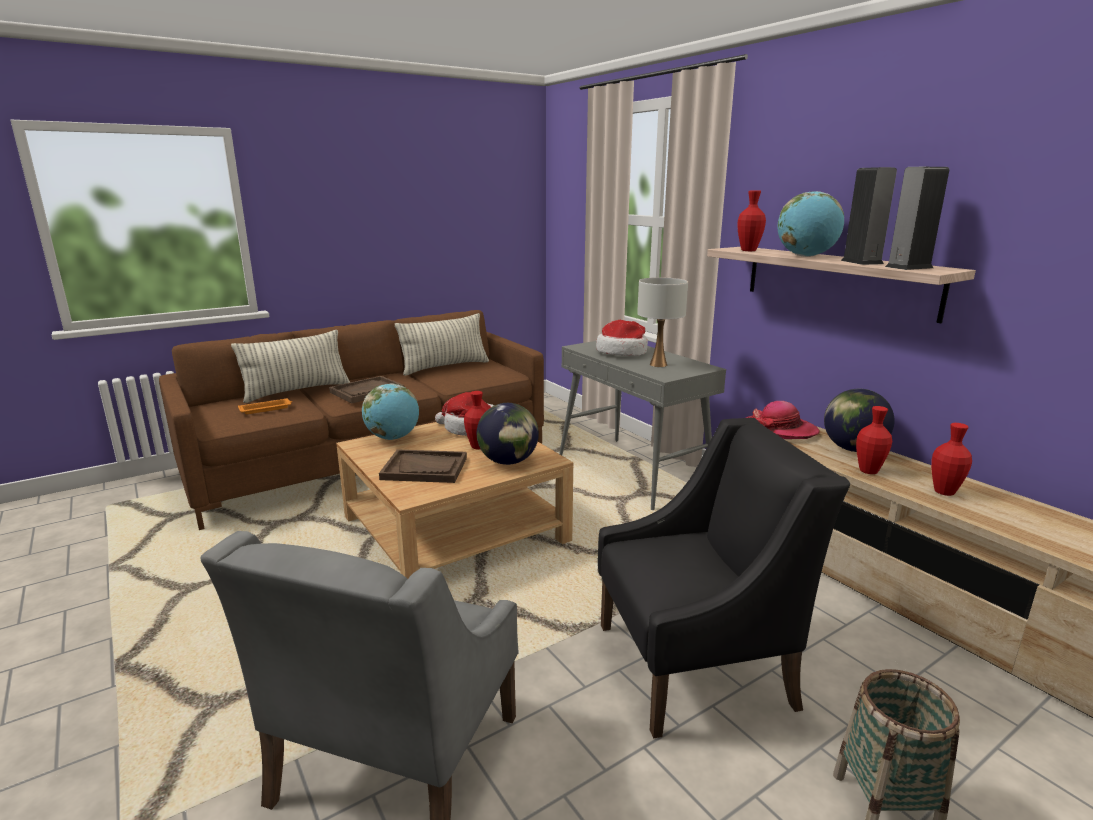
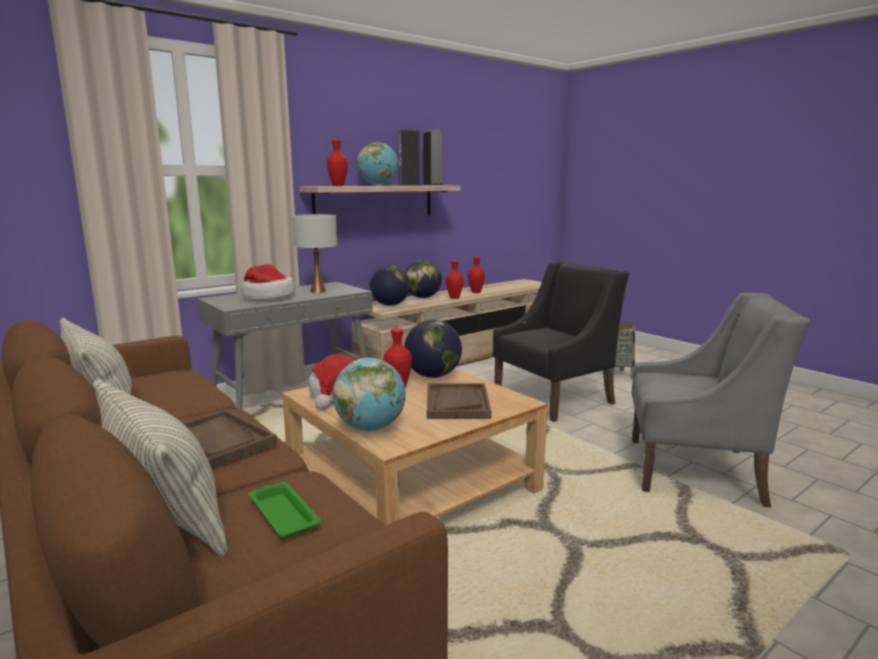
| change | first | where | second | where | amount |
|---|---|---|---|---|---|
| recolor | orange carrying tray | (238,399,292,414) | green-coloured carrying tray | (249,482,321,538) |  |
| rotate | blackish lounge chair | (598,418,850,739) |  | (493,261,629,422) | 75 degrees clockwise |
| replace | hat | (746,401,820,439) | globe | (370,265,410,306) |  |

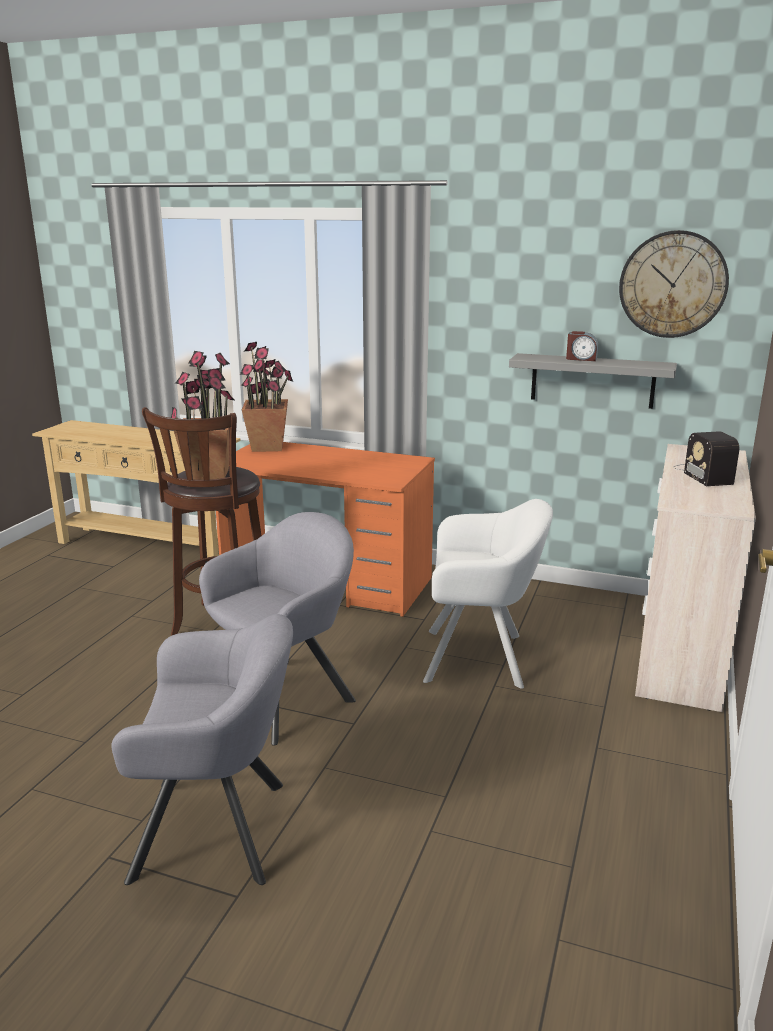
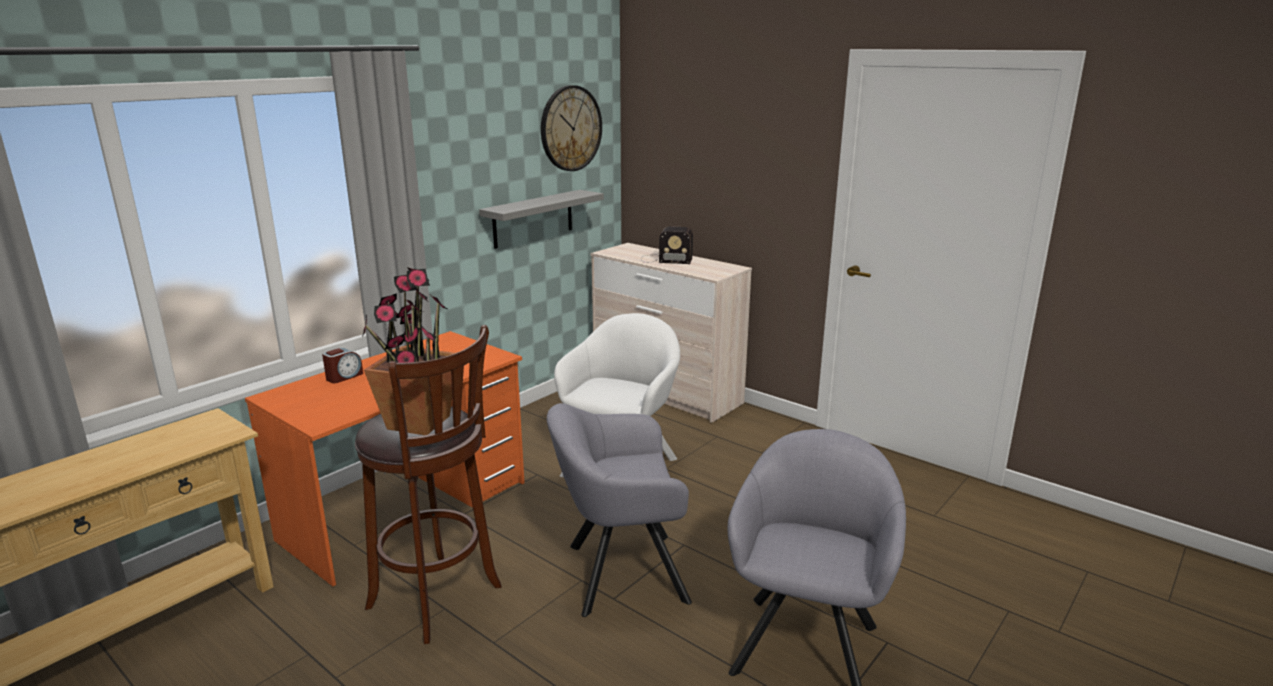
| change | first | where | second | where | amount |
|---|---|---|---|---|---|
| rotate | grey lounge chair | (199,512,356,746) |  | (547,403,692,617) | 75 degrees counterclockwise |
| delete | houseplant | (240,342,293,452) |  |  |  |
| move | alarm clock | (566,331,598,361) |  | (322,348,363,383) |  |

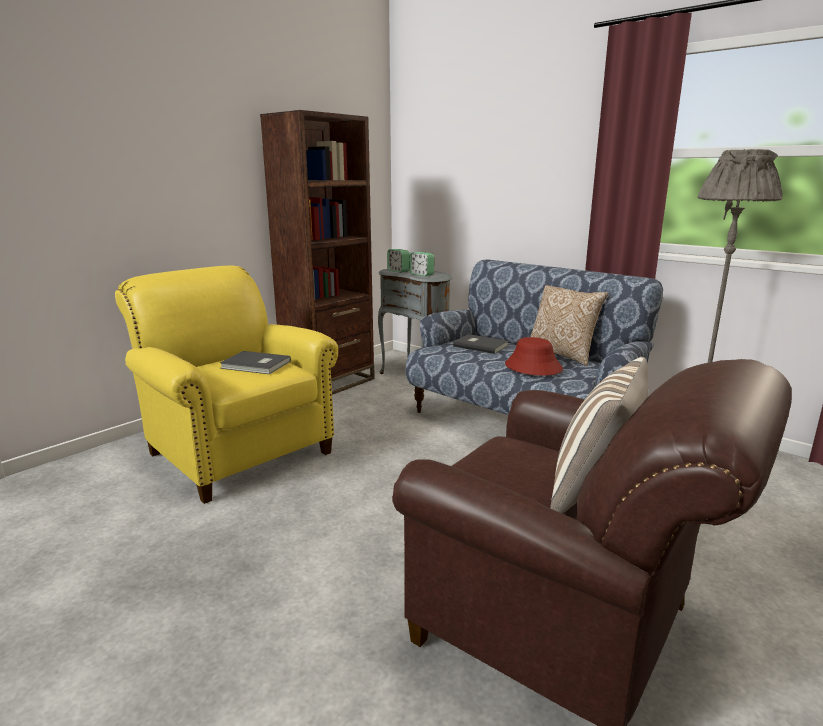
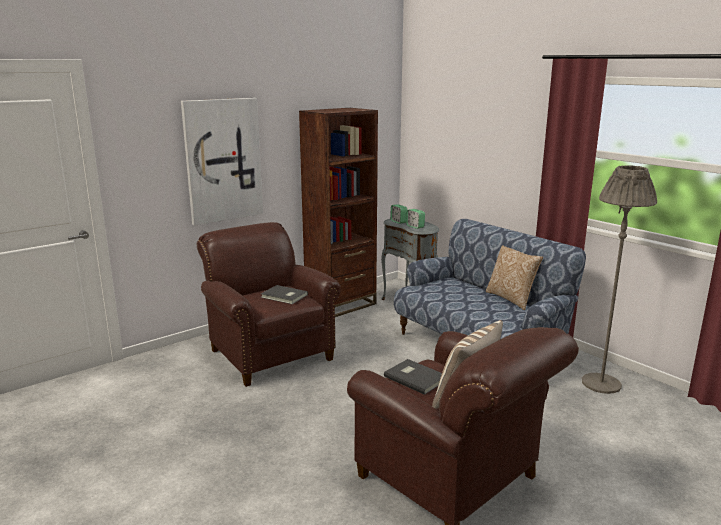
| change | first | where | second | where | amount |
|---|---|---|---|---|---|
| recolor | yellow-coloured lounge chair | (115,265,338,504) | brownish lounge chair | (197,222,341,387) |  |
| move | grey book | (453,334,509,354) |  | (384,359,442,395) |  |
| delete | reddish hat | (505,337,563,376) |  |  |  |
| insert |  |  | picture | (181,98,263,226) |  |

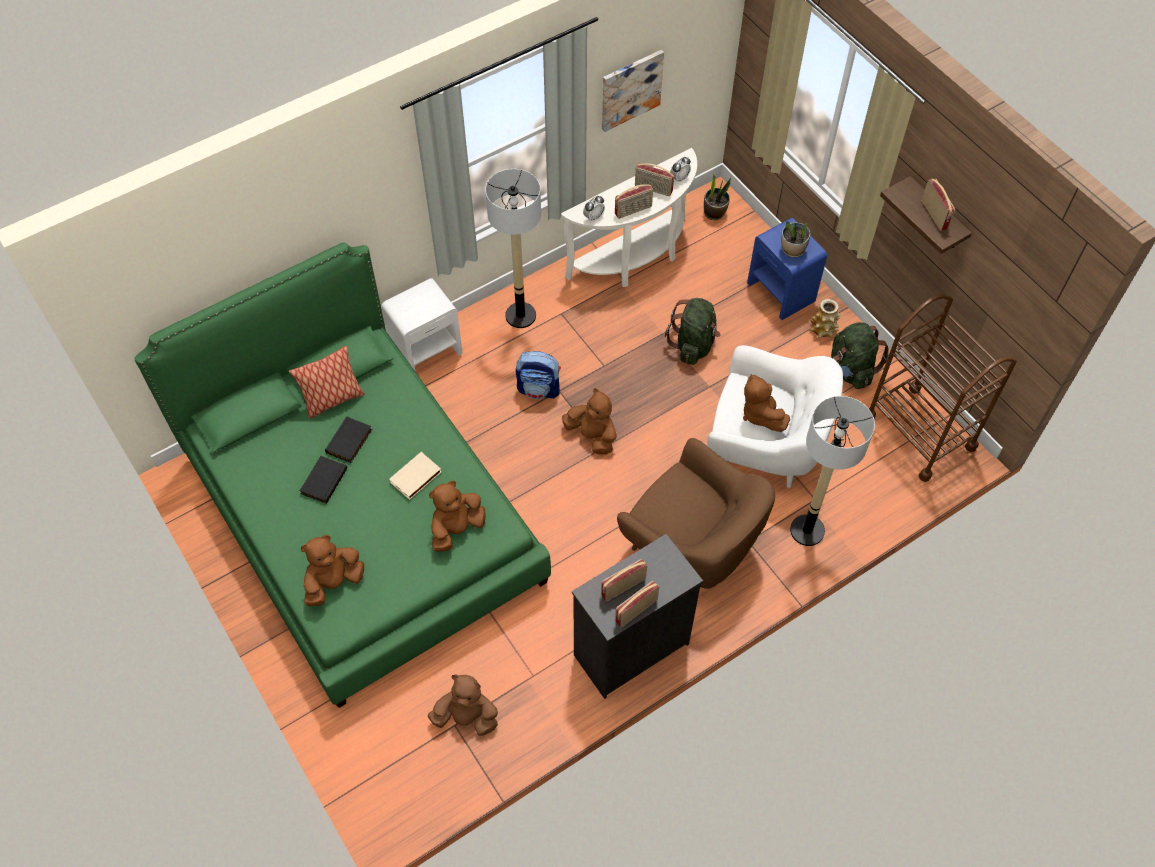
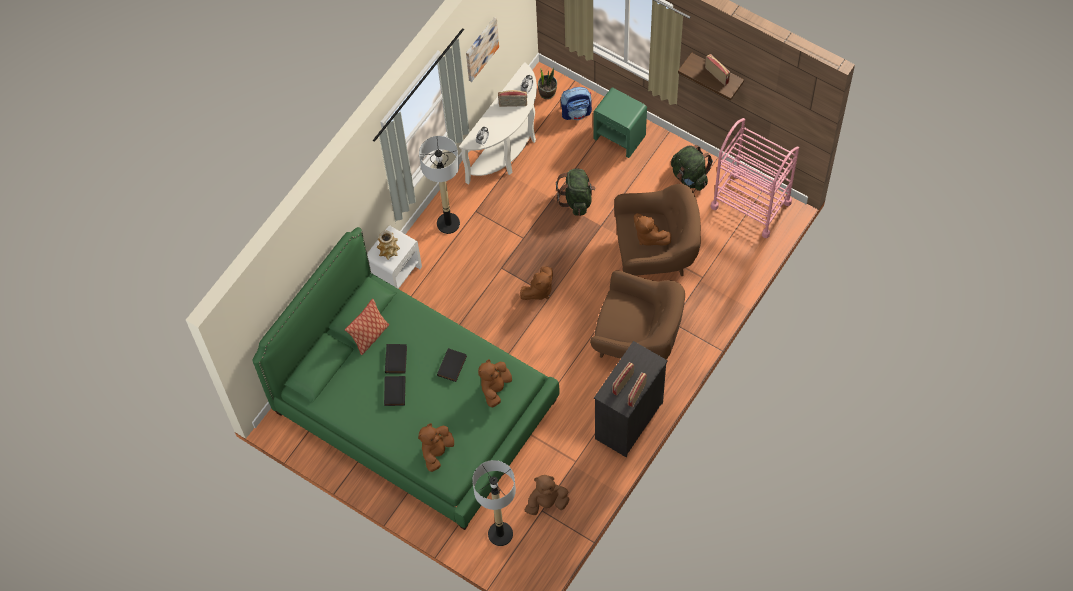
| change | first | where | second | where | amount |
|---|---|---|---|---|---|
| recolor | sand-coloured book | (389,452,441,500) | blackish book | (437,348,467,382) |  |
| move | rucksack | (516,351,561,399) |  | (561,87,592,120) |  |
| rotate | brownish soft toy | (562,388,617,454) |  | (520,266,553,300) | 120 degrees clockwise |
| delete | radio receiver | (615,184,653,219) |  |  |  |
| recolor | white lounge chair | (707,345,843,488) | brownish lounge chair | (614,184,701,276) |  |
| recolor | blue-coloured nightstand | (747,218,827,320) | green-coloured nightstand | (593,87,647,158) |  |
| delete | houseplant | (781,221,810,257) |  |  |  |
| move | standing lamp | (790,396,875,546) |  | (472,460,516,546) |  |
| move | decorative vase | (809,299,841,338) |  | (377,231,400,260) |  |
| recolor | brownish wheeled cart | (868,294,1017,482) | pink-coloured wheeled cart | (710,118,799,238) |  |

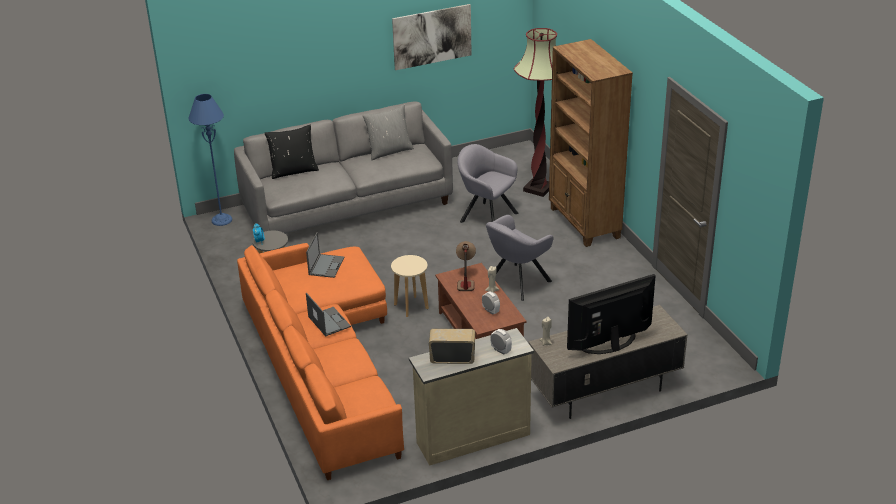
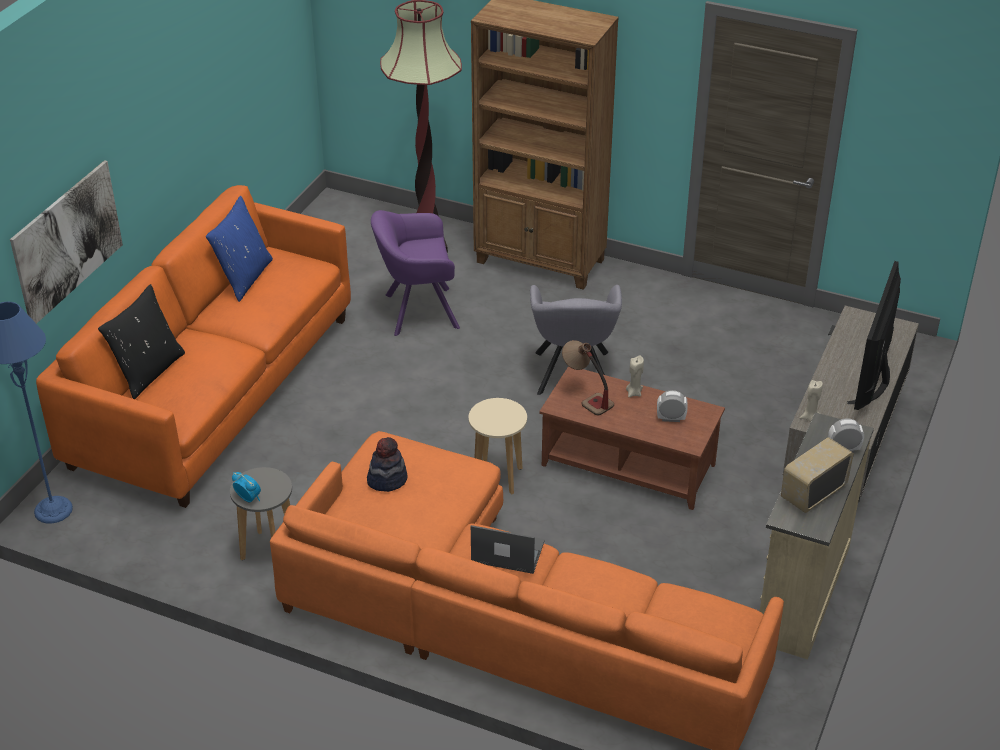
| change | first | where | second | where | amount |
|---|---|---|---|---|---|
| recolor | grey sofa | (234,101,453,233) | orange sofa | (36,185,351,508) |  |
| replace | laptop | (306,232,344,278) | hat | (367,437,407,492) |  |
| recolor | grey throw pillow | (362,105,414,160) | blue-coloured throw pillow | (206,196,273,302) |  |
| move | picture | (392,4,472,70) |  | (10,160,123,324) |  |
| recolor | grey lounge chair | (458,144,519,223) | purple-coloured lounge chair | (371,210,460,336) |  |

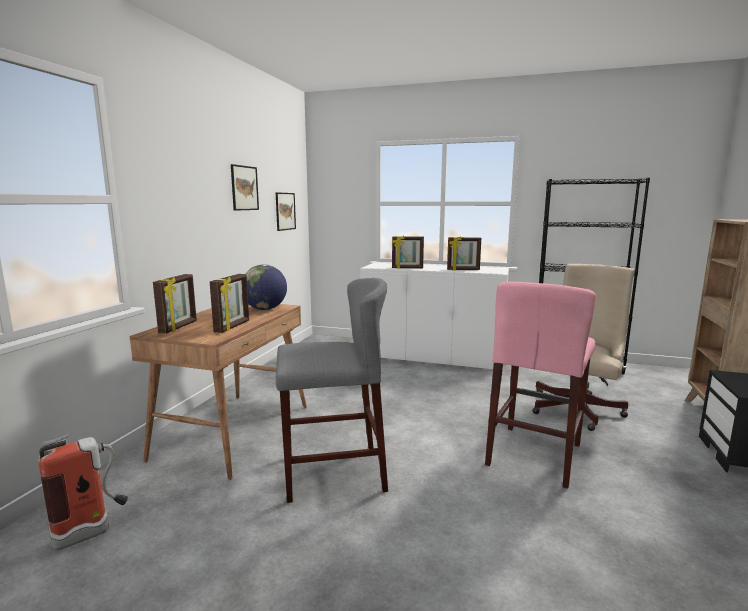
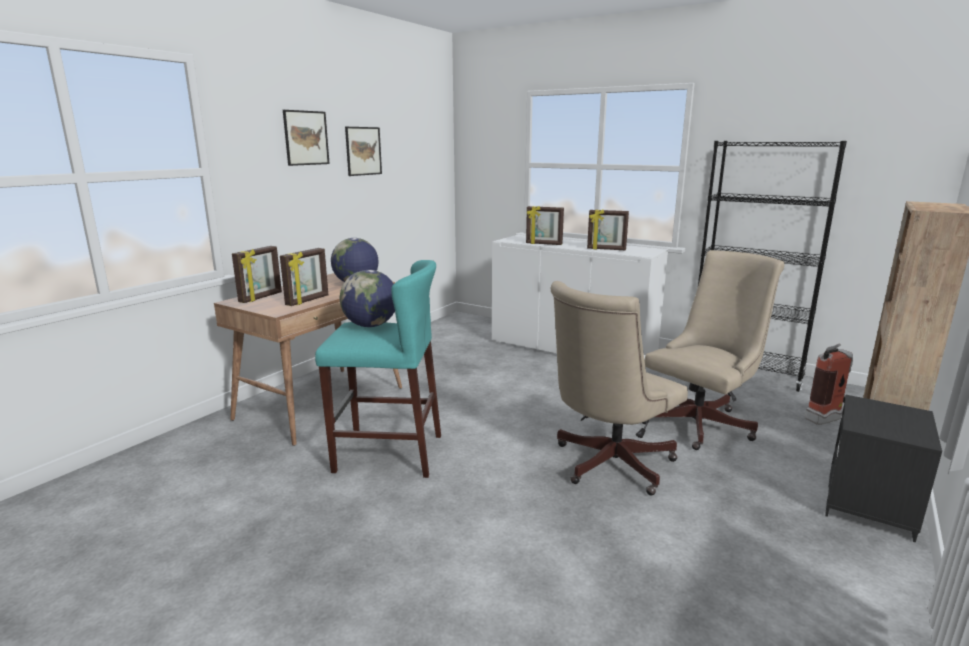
| change | first | where | second | where | amount |
|---|---|---|---|---|---|
| move | fire extinguisher | (38,433,128,550) |  | (805,344,854,425) |  |
| move | picture | (276,192,296,231) |  | (283,110,330,166) |  |
| recolor | grey stool | (276,278,388,503) | turquoise stool | (315,260,441,478) |  |
| replace | pink-coloured stool | (485,282,596,489) | sand-coloured computer chair | (550,281,688,496) |  |
| insert |  |  | globe | (340,270,395,327) |  |

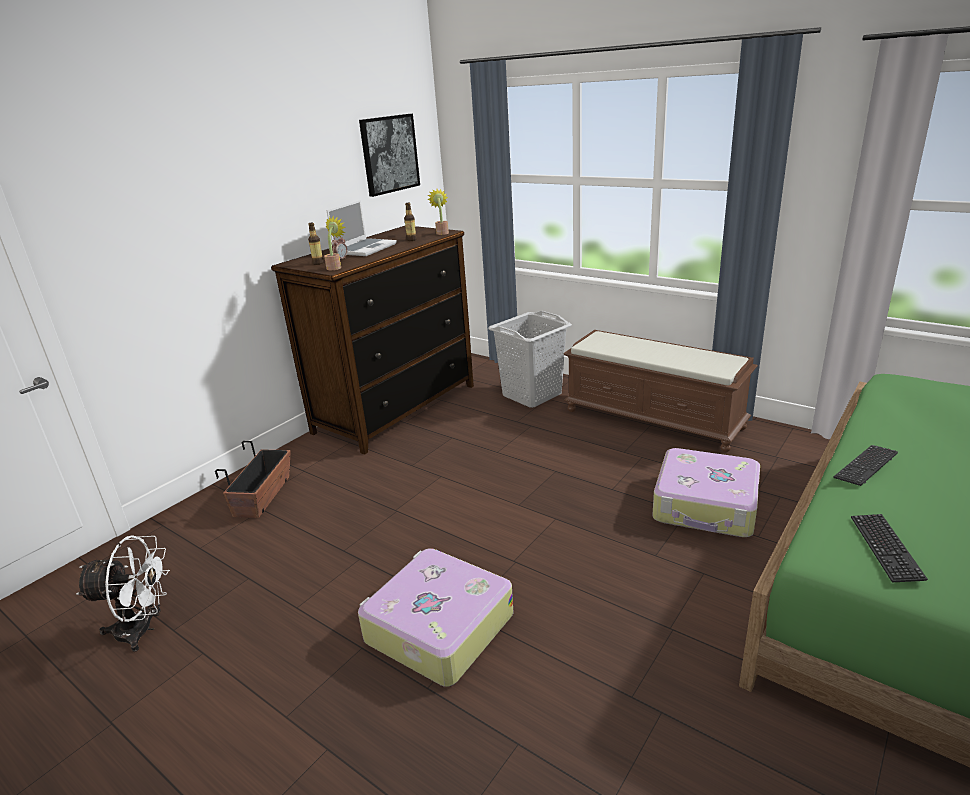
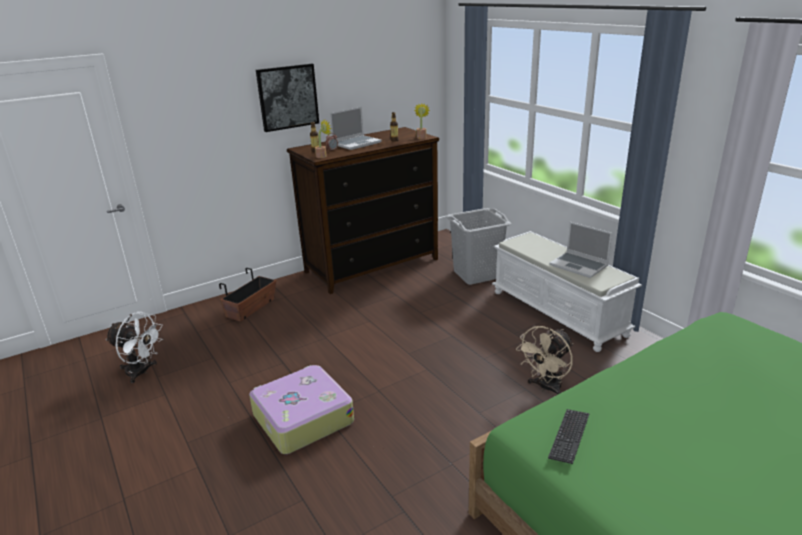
| change | first | where | second | where | amount |
|---|---|---|---|---|---|
| move | picture | (359,114,420,197) |  | (256,64,319,132) |  |
| recolor | brownish indoor bench | (563,330,758,452) | white indoor bench | (492,231,642,352) |  |
| replace | suitcase | (652,448,760,537) | sand-coloured fan | (516,326,573,394) |  |
| delete | computer keyboard | (834,445,898,486) |  |  |  |
| insert |  |  | laptop | (550,222,612,278) |  |

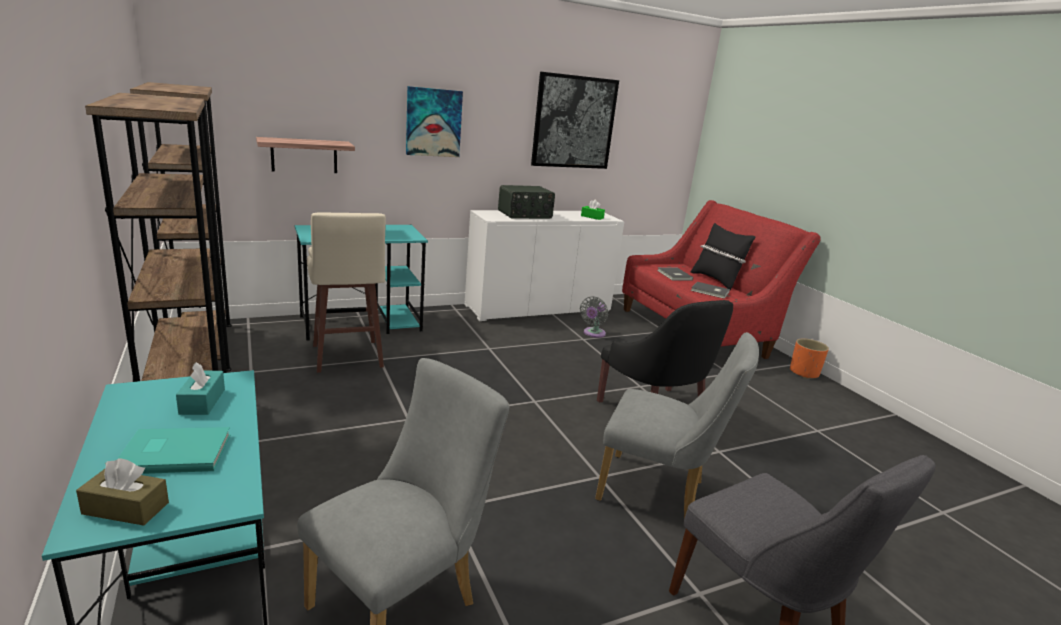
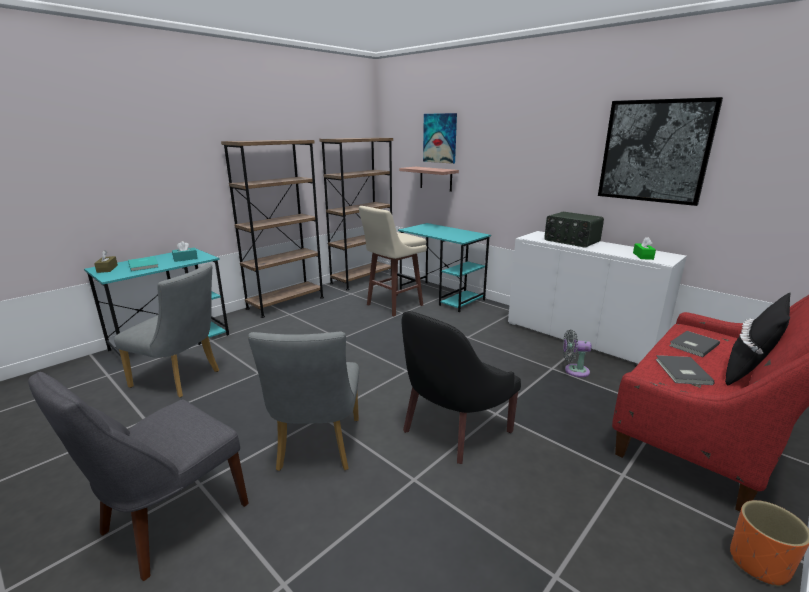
| change | first | where | second | where | amount |
|---|---|---|---|---|---|
| move | picture | (406,86,463,157) |  | (423,113,457,164) |  |

